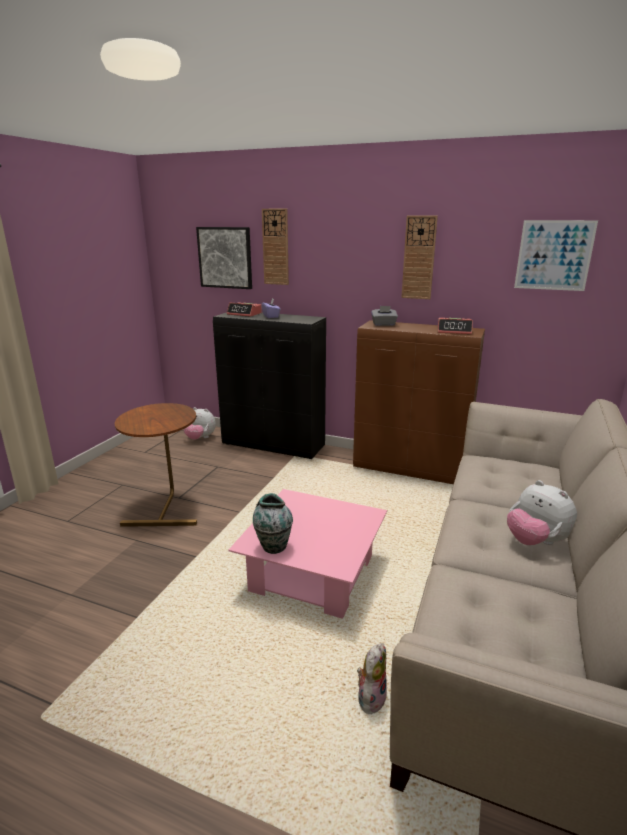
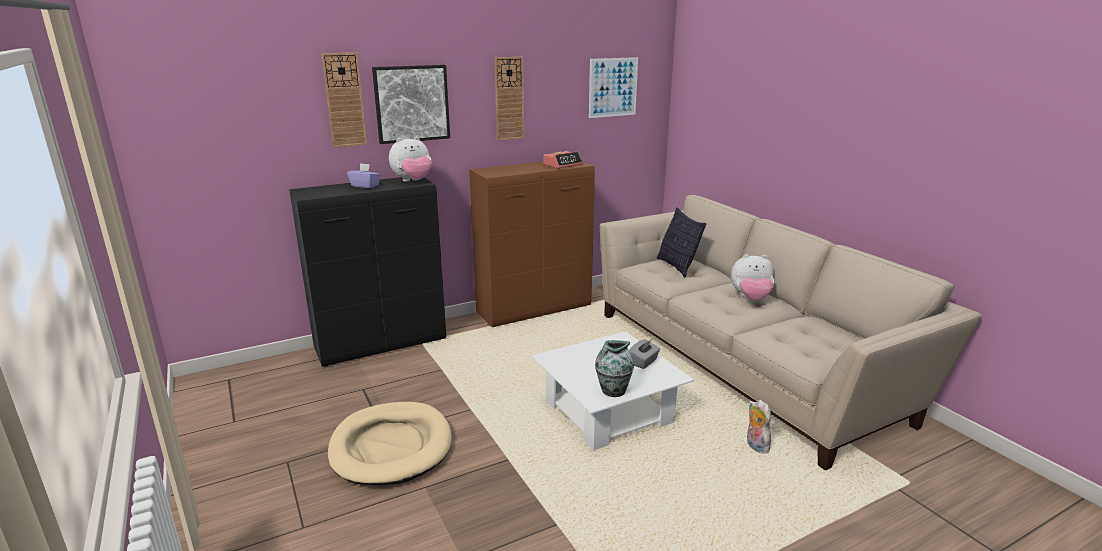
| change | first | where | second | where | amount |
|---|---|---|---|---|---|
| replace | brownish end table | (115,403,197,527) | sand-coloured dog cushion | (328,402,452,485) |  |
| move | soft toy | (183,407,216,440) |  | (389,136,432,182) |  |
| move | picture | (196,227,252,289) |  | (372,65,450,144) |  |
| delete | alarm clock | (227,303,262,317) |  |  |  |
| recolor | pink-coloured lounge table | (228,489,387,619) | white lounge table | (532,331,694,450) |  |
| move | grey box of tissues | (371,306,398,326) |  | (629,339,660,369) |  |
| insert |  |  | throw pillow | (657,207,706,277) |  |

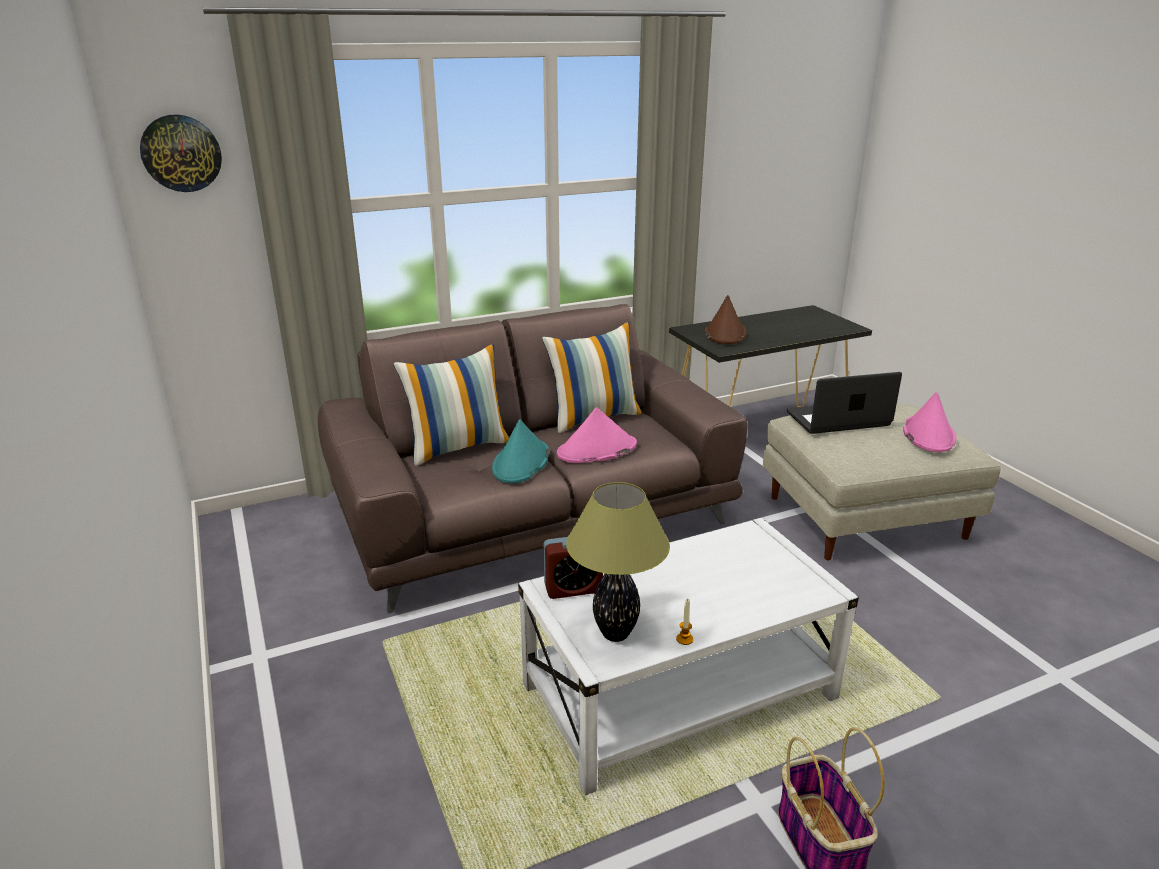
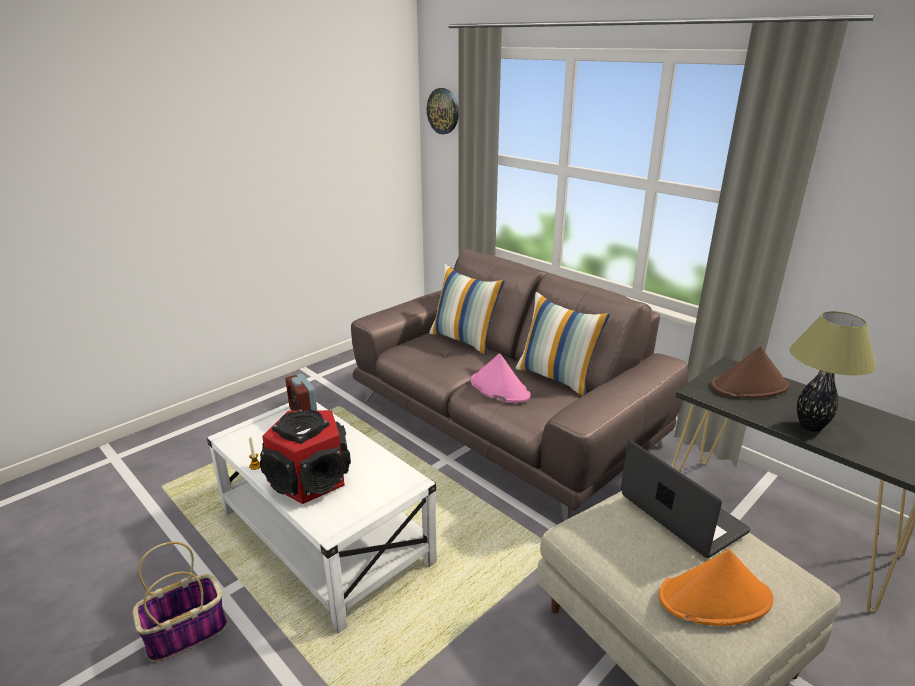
| change | first | where | second | where | amount |
|---|---|---|---|---|---|
| delete | turquoise hat | (492,419,549,483) |  |  |  |
| move | tabletop lamp | (566,482,670,642) |  | (790,311,877,432) |  |
| recolor | pink-coloured hat | (903,392,956,452) | orange hat | (659,549,774,626) |  |
| insert |  |  | speaker | (260,410,351,504) |  |

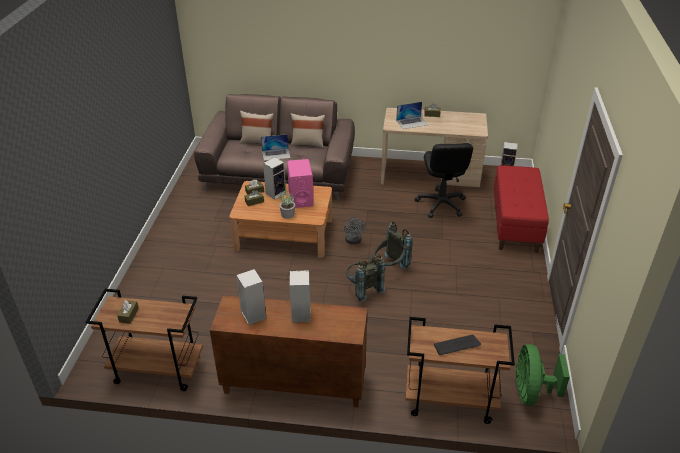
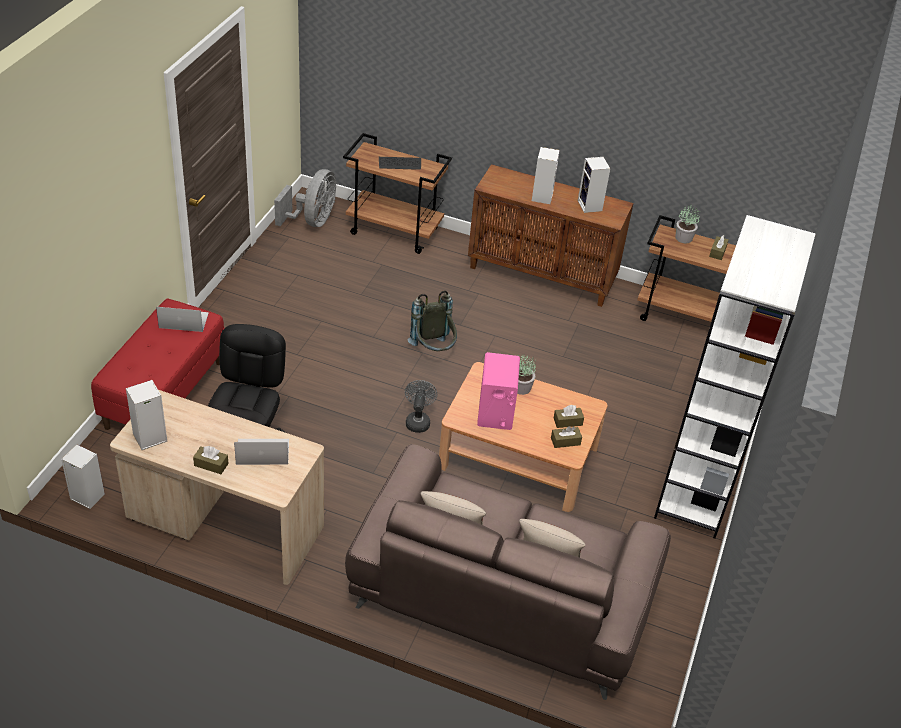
| change | first | where | second | where | amount |
|---|---|---|---|---|---|
| move | laptop | (261,134,291,161) |  | (156,307,209,332) |  |
| move | speaker | (263,157,286,200) |  | (126,380,167,450) |  |
| delete | grey rucksack | (373,221,413,269) |  |  |  |
| recolor | green-coloured fan | (516,344,570,405) | grey fan | (274,169,336,227) |  |
| insert |  |  | white shelving unit | (654,215,816,539) |  |
| insert |  |  | houseplant | (675,206,700,243) |  |

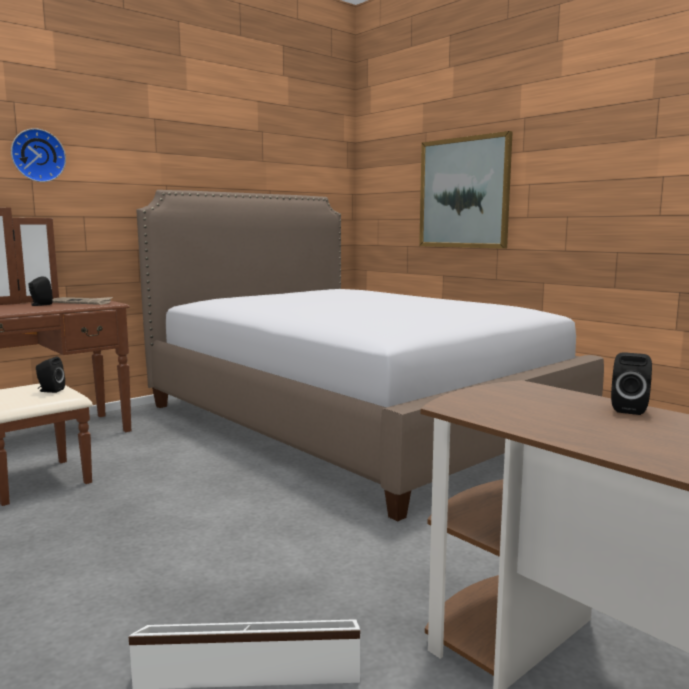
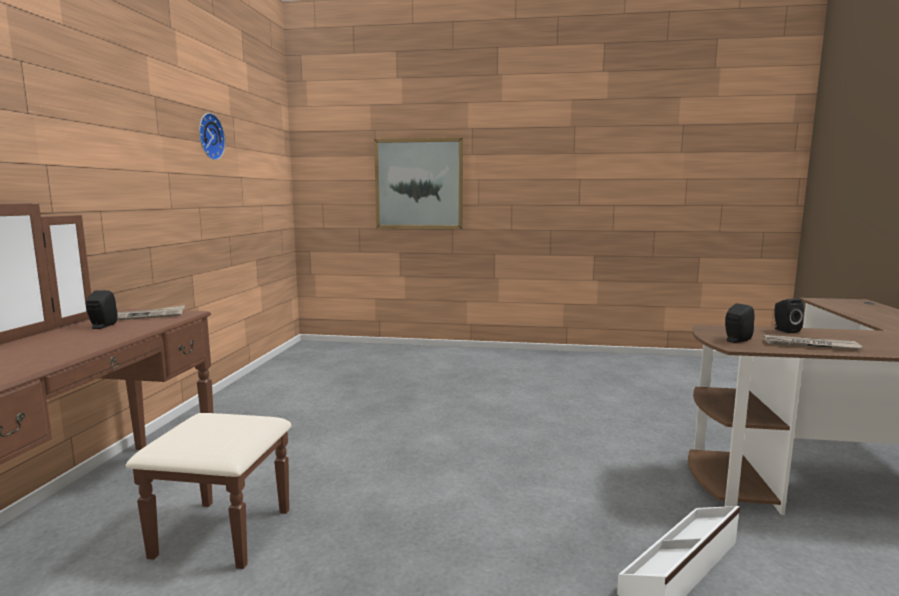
| change | first | where | second | where | amount |
|---|---|---|---|---|---|
| move | clock on the wall | (11,128,66,182) |  | (199,113,226,160) |  |
| move | blackish speaker | (36,357,65,393) |  | (725,304,755,343) |  |
| delete | bedroom bed | (136,190,604,522) |  |  |  |
| insert |  |  | newspaper | (764,335,863,350) |  |

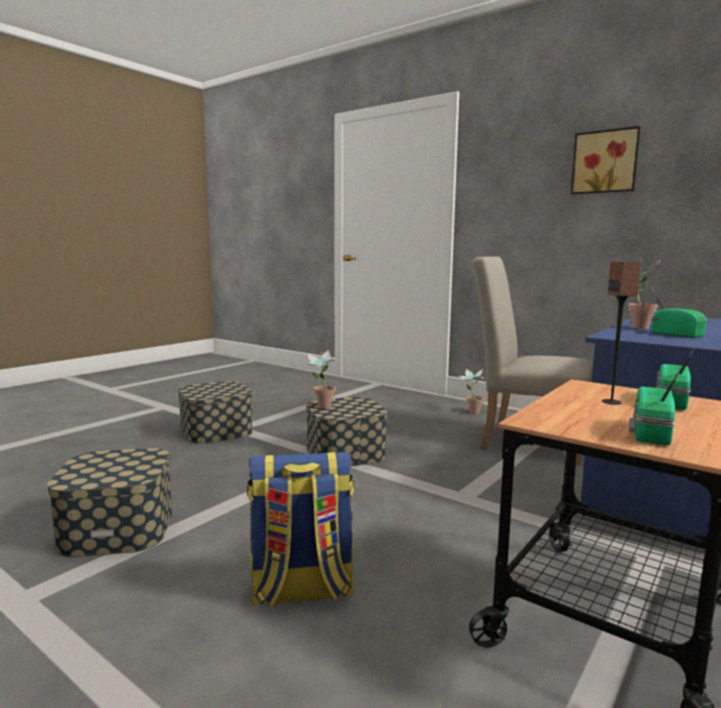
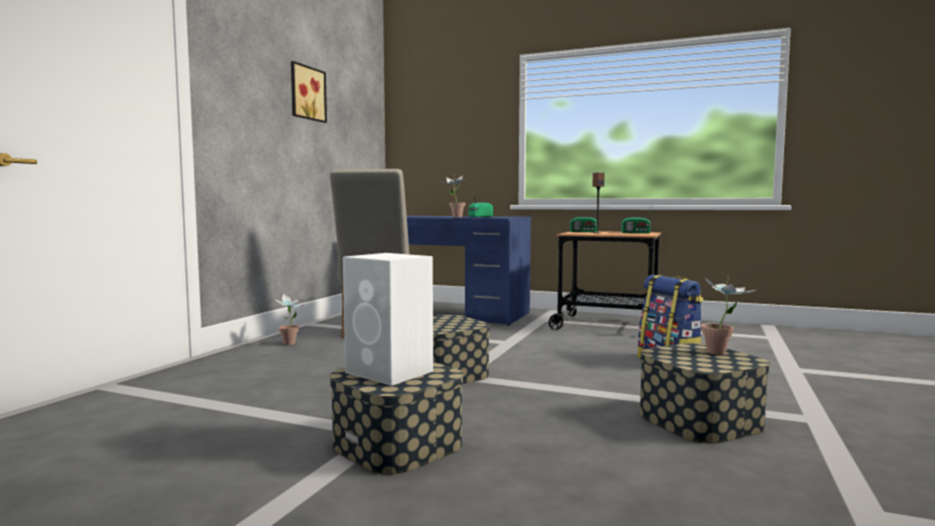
| change | first | where | second | where | amount |
|---|---|---|---|---|---|
| move | houseplant | (307,350,340,409) |  | (701,276,757,355) |  |
| insert |  |  | white speaker | (343,253,433,386) |  |

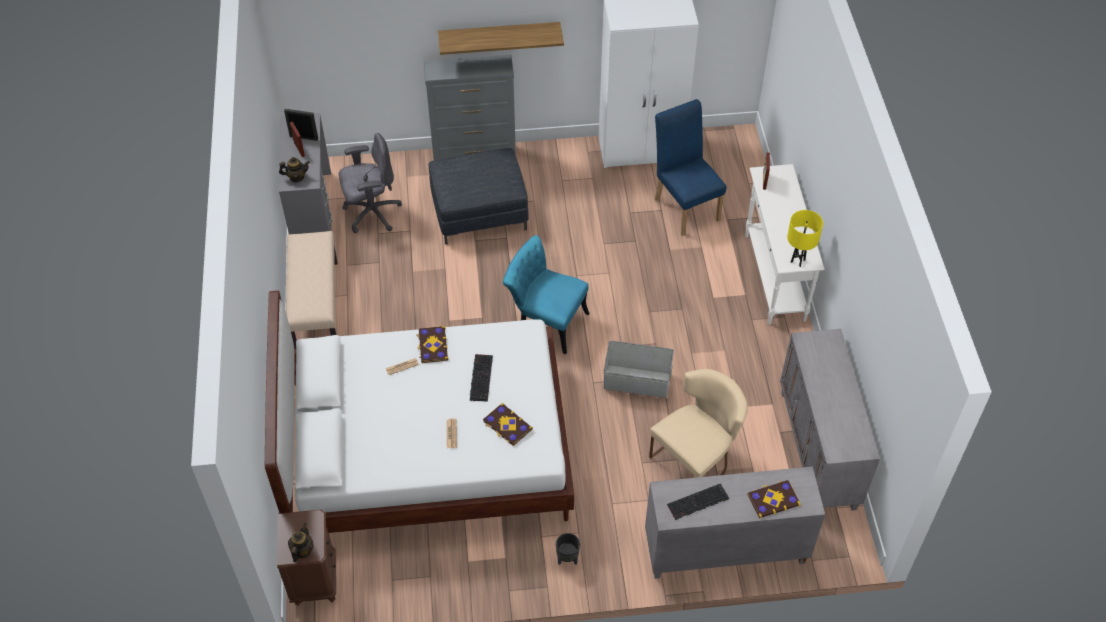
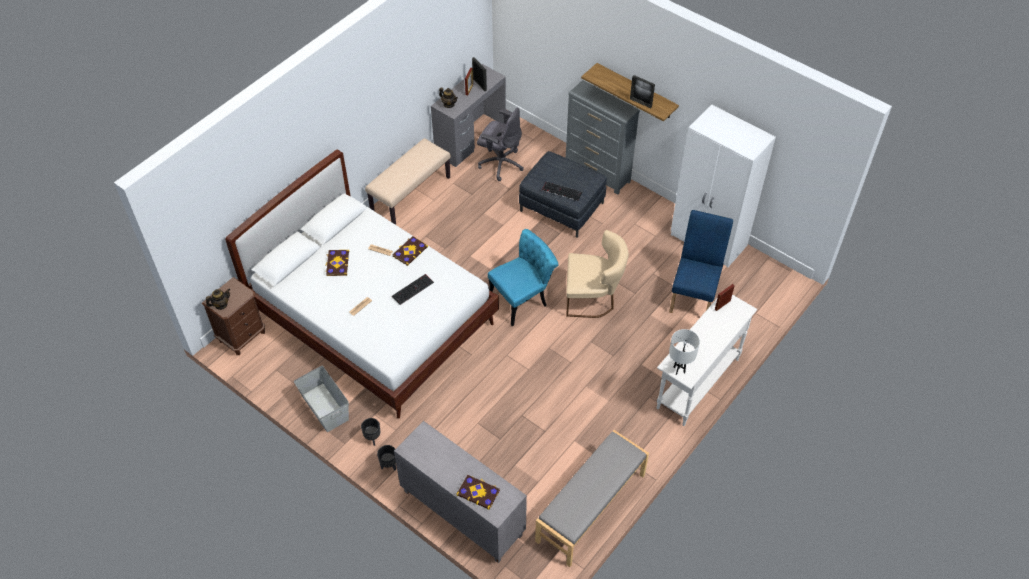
| change | first | where | second | where | amount |
|---|---|---|---|---|---|
| move | book | (483,403,533,446) |  | (325,250,349,276) |  |
| rotate | turquoise plain chair | (503,235,590,354) |  | (488,229,559,326) | 75 degrees clockwise |
| move | grey storage container | (604,341,674,398) |  | (294,366,349,432) |  |
| move | sand-coloured plain chair | (649,369,748,478) |  | (566,230,629,318) |  |
| move | computer keyboard | (667,483,729,520) |  | (542,181,583,201) |  |
| replace | grey cabinet | (780,329,880,511) | grey indoor bench | (535,430,649,567) |  |
| recolor | yellow-coloured tabletop lamp | (787,210,823,267) | white tabletop lamp | (669,329,700,375) |  |
| insert |  |  | blackish flower pot | (377,445,396,470) |  |
| insert |  |  | photo frame | (630,75,655,108) |  |

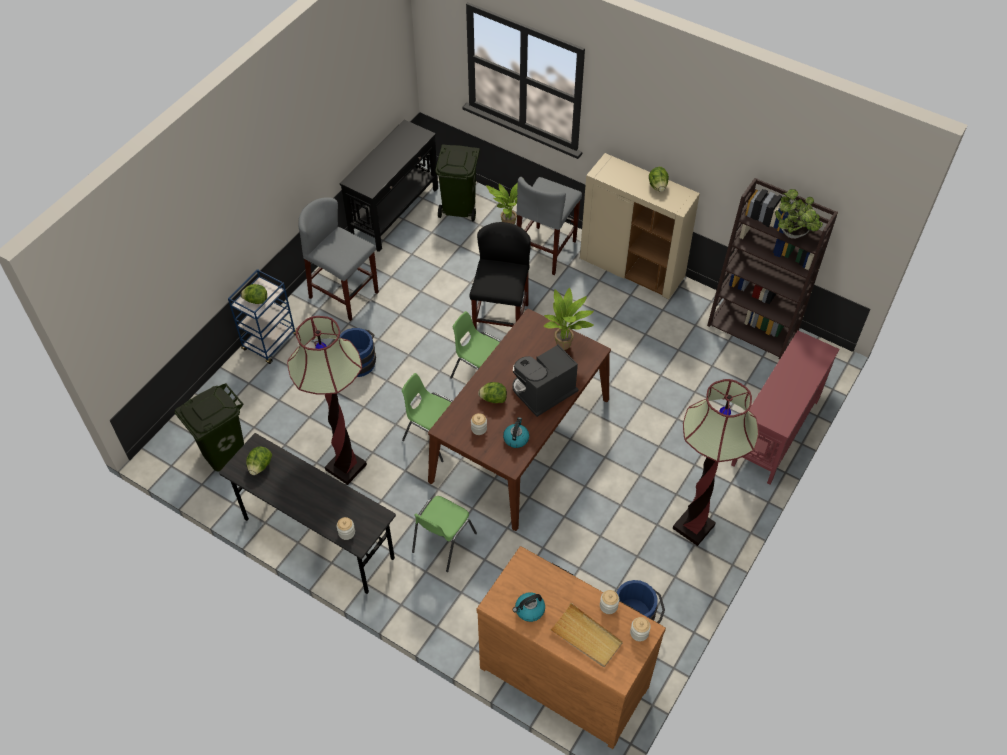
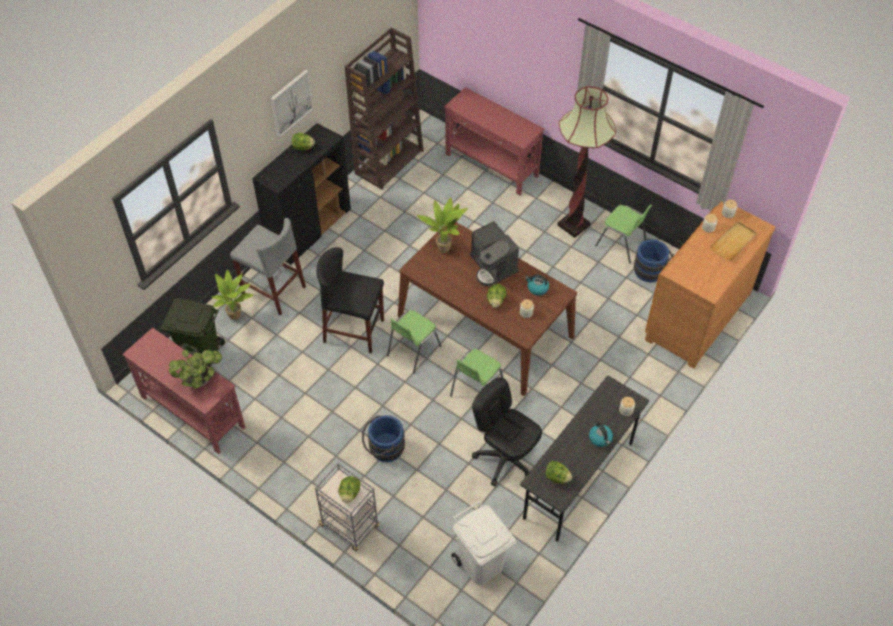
| change | first | where | second | where | amount |
|---|---|---|---|---|---|
| recolor | green-coloured waste bin | (175,383,244,471) | white waste bin | (451,501,516,585) |  |
| recolor | blue-coloured wheeled cart | (228,269,297,364) | grey wheeled cart | (315,463,379,551) |  |
| replace | standing lamp | (287,316,367,485) | blackish computer chair | (472,377,542,486) |  |
| delete | grey stool | (298,197,379,321) |  |  |  |
| recolor | blackish narrow table | (340,120,438,252) | reddish narrow table | (123,327,245,454) |  |
| move | green-coloured plain chair | (412,496,477,572) |  | (595,204,652,263) |  |
| move | kettle | (513,592,545,622) |  | (589,422,613,447) |  |
| recolor | sand-coloured cabinet | (580,153,700,299) | blackish cabinet | (252,123,351,265) |  |
| move | houseplant | (775,189,823,239) |  | (169,350,222,389) |  |
| insert |  |  | picture | (271,70,313,137) |  |

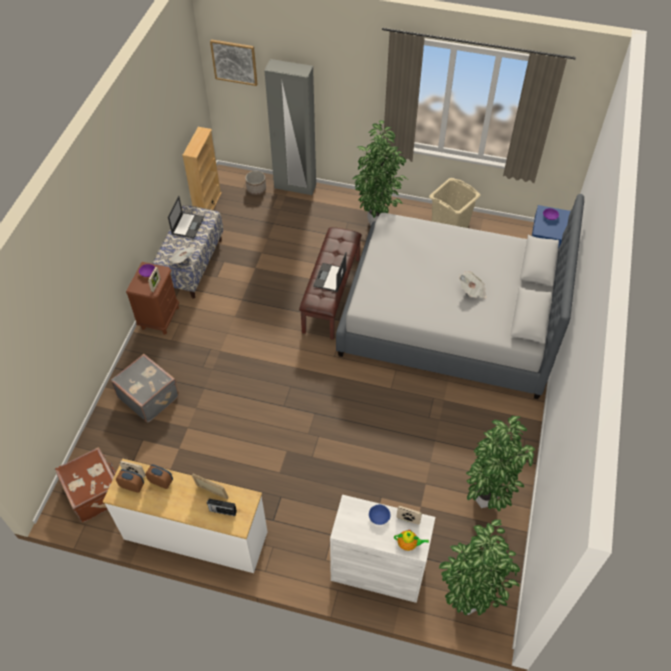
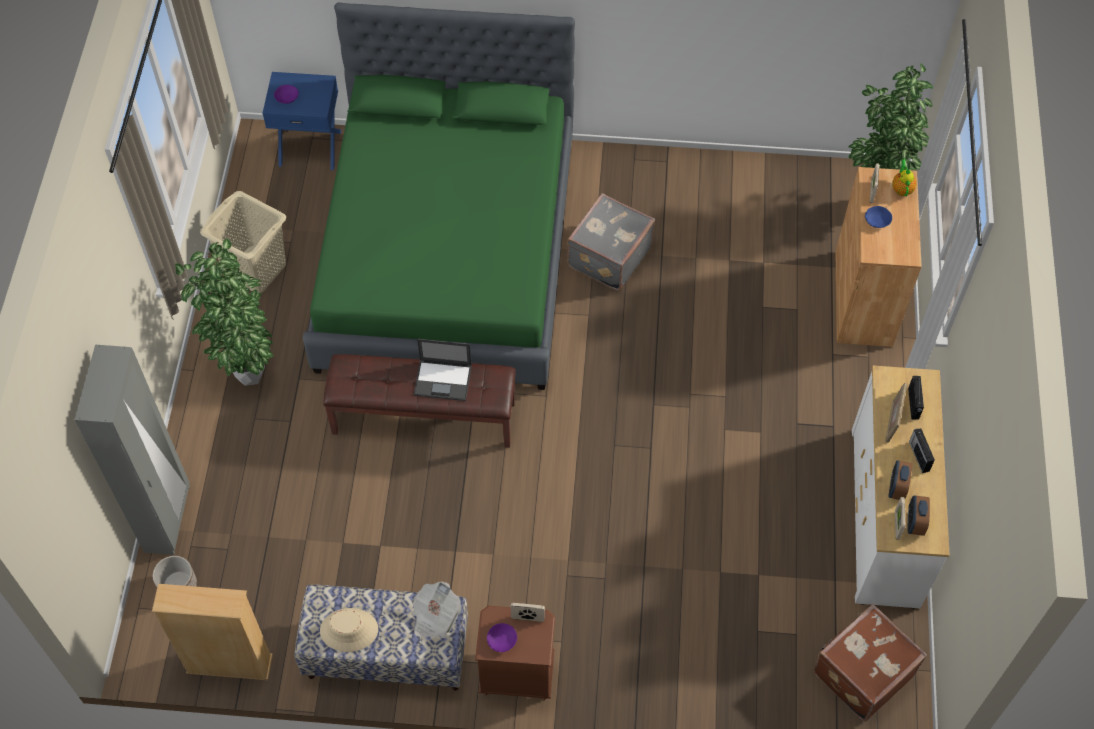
| change | first | where | second | where | amount |
|---|---|---|---|---|---|
| move | grey suitcase | (111,354,179,423) |  | (567,193,655,291) |  |
| replace | laptop | (168,196,204,238) | sand-coloured hat | (320,608,378,652) |  |
| delete | picture | (210,39,257,86) |  |  |  |
| recolor | white cabinet | (330,495,435,603) | brownish cabinet | (835,167,922,347) |  |
| recolor | grey bedroom bed | (336,194,584,399) | green-coloured bedroom bed | (303,2,575,390) |  |
| delete | newspaper | (459,271,487,298) |  |  |  |
| delete | houseplant | (466,416,535,511) |  |  |  |
| insert |  |  | radio receiver | (909,428,935,473) |  |

